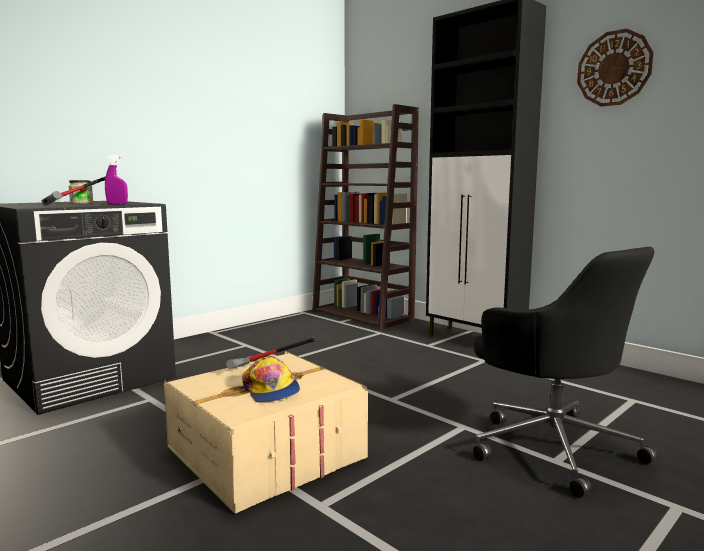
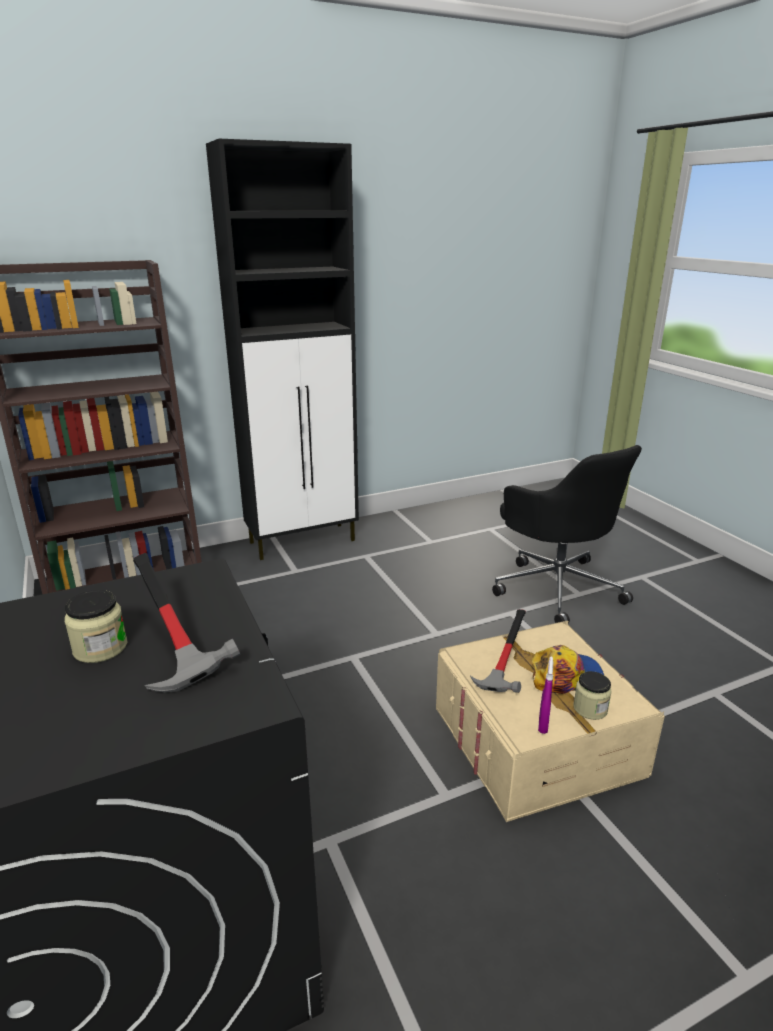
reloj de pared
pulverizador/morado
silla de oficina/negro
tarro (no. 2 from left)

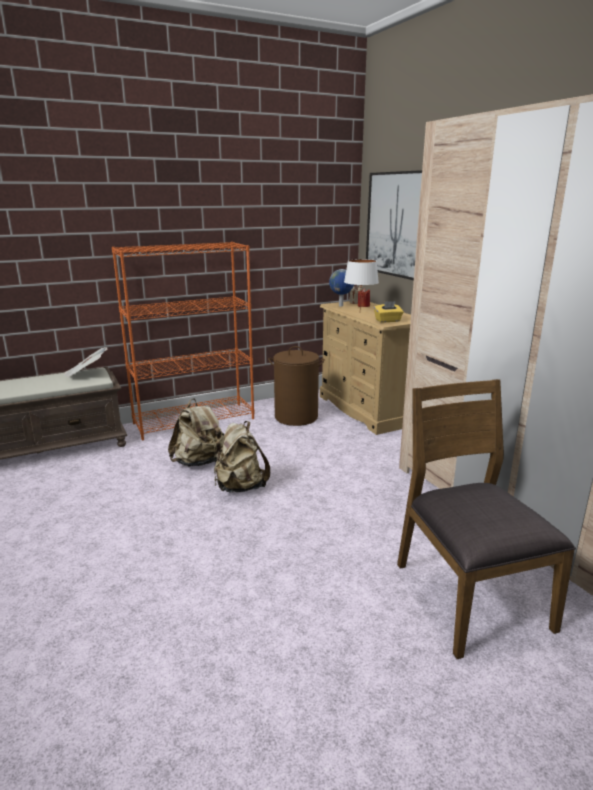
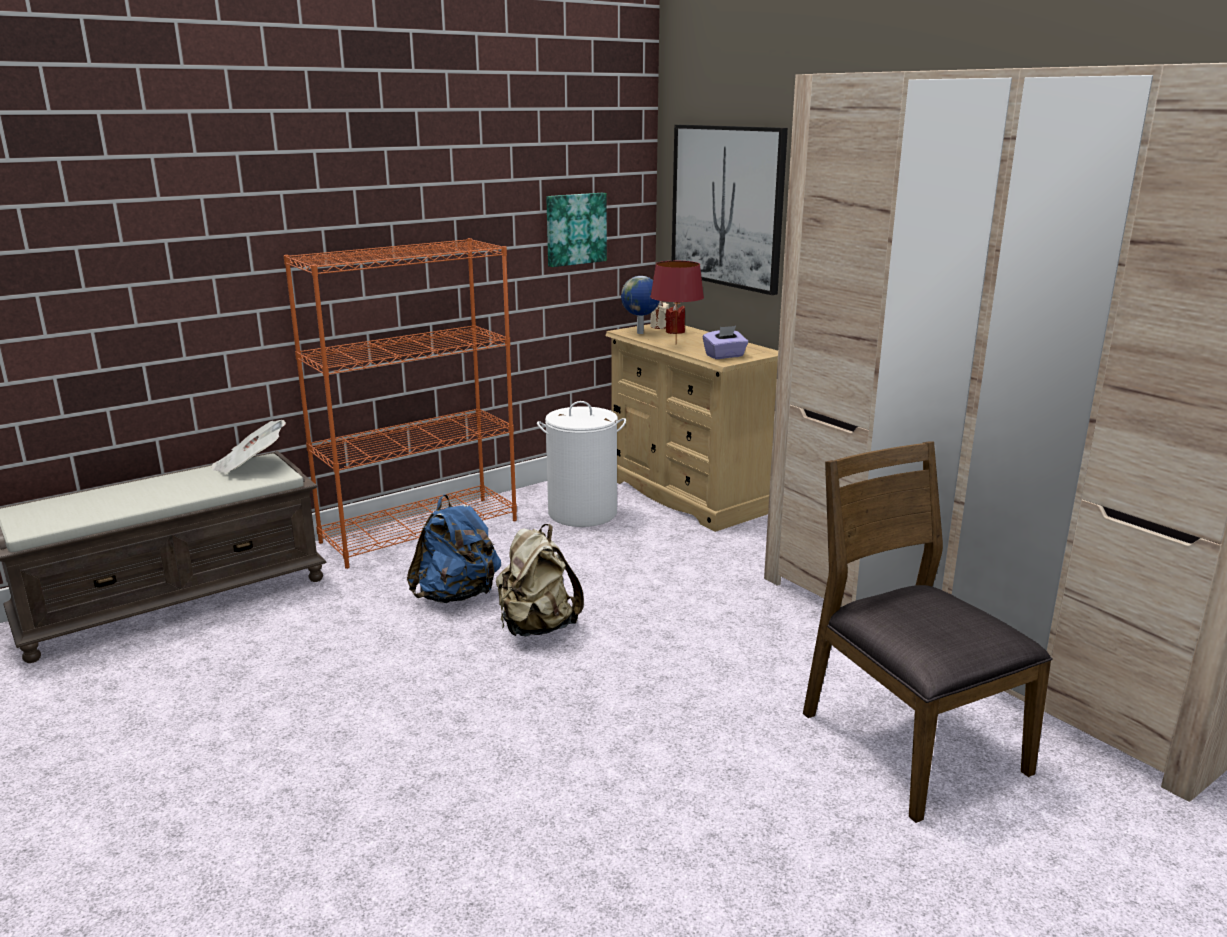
lámpara de mesa/rojo
caja de pañuelos/morado
cesto de la ropa/blanco
mochila/azul
cuadro (no. 1 from left)

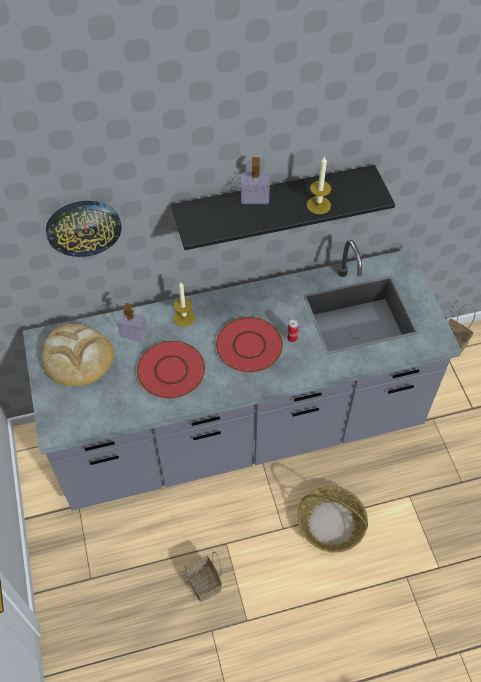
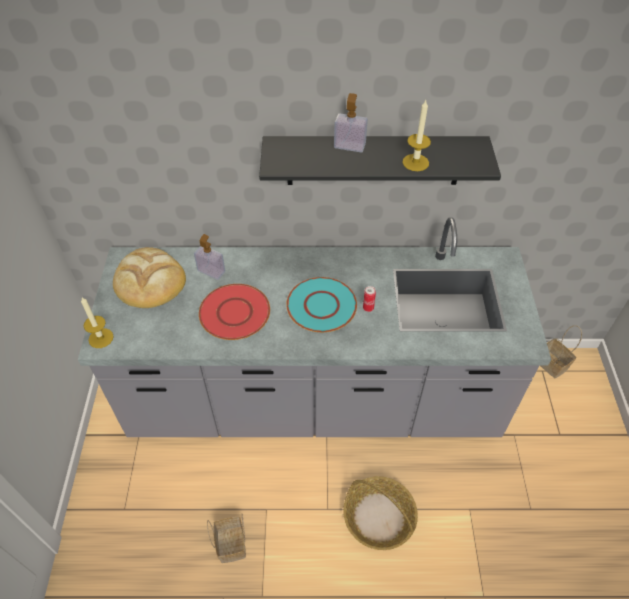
reloj de pared
vela (no. 1 from left)
plato/turquesa

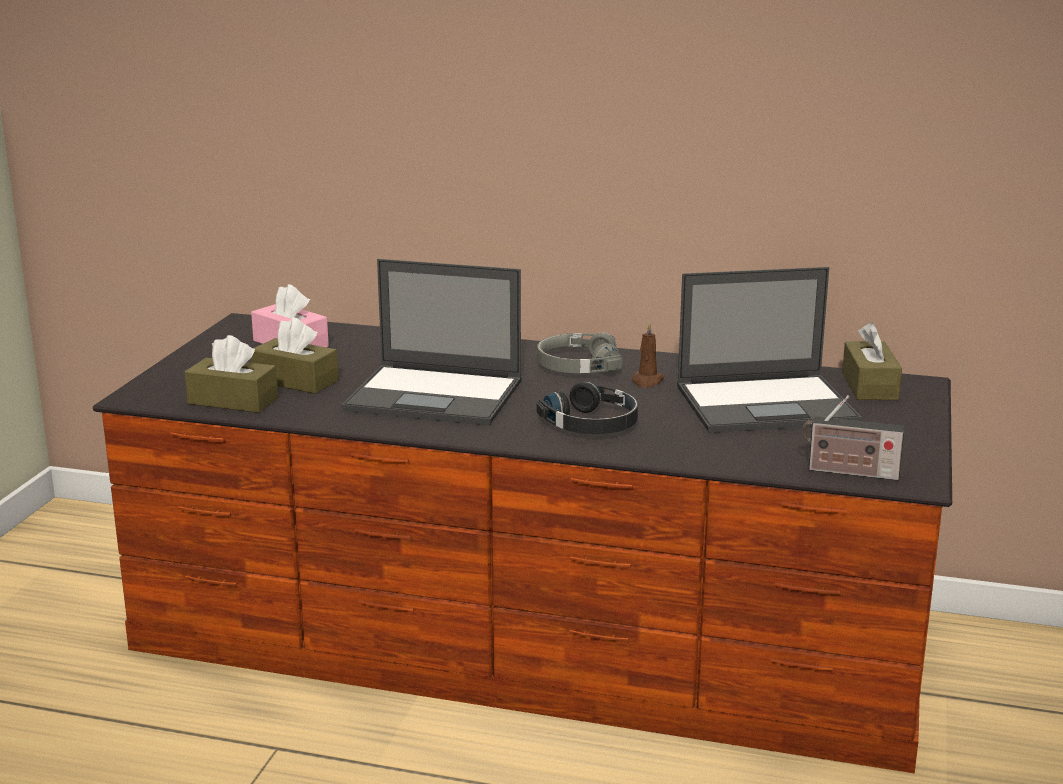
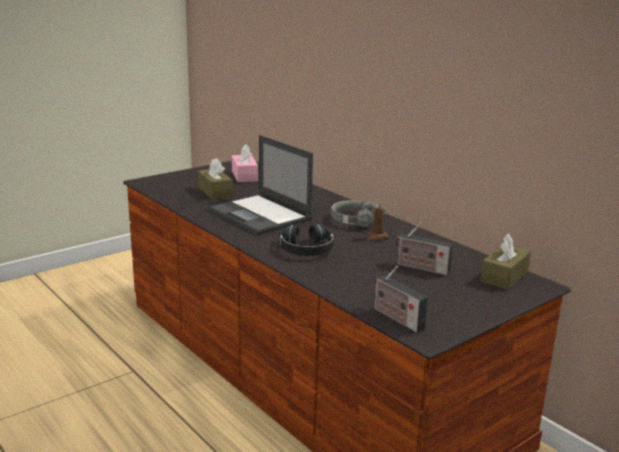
radio (no. 2 from left)
caja de pañuelos/marrón (no. 1 from left in the first image)

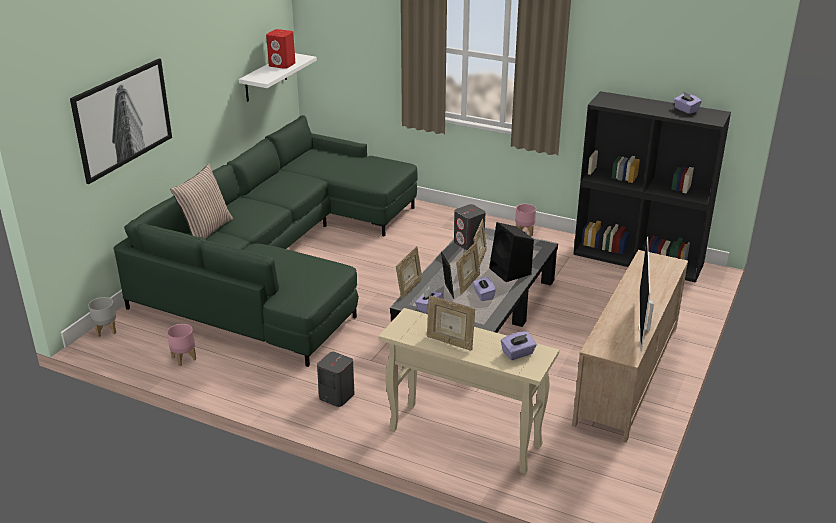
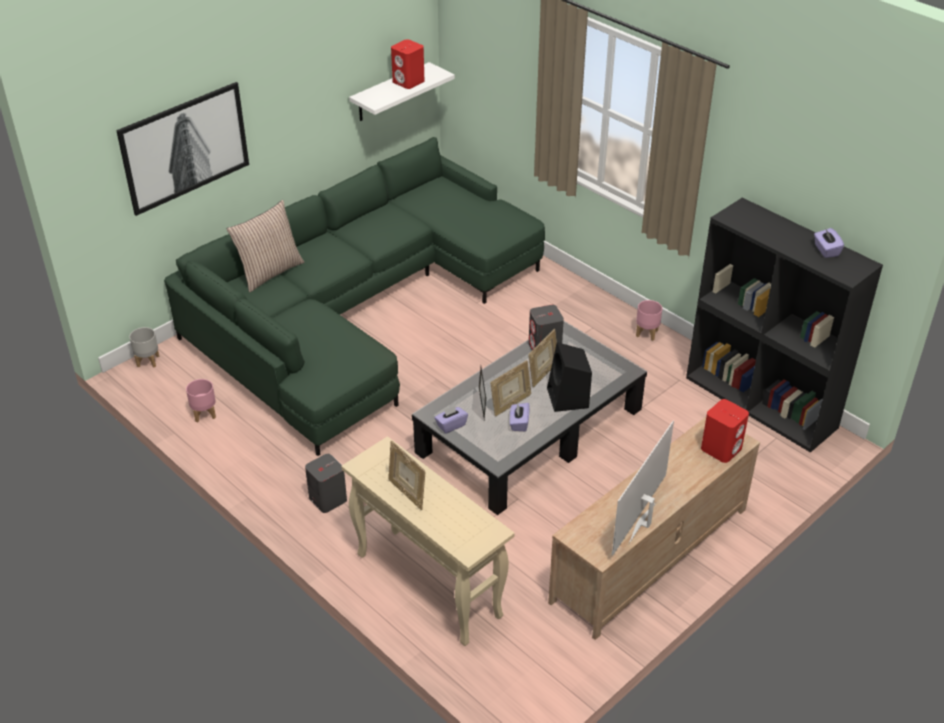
portarretratos (no. 1 from left in the first image)
caja de pañuelos/morado (no. 3 from left in the first image)
altavoz/rojo (no. 2 from left)

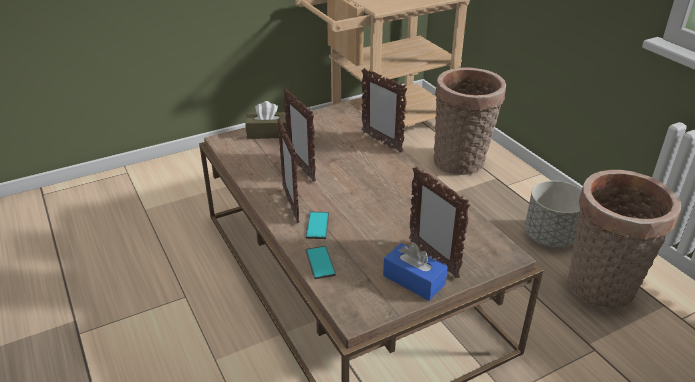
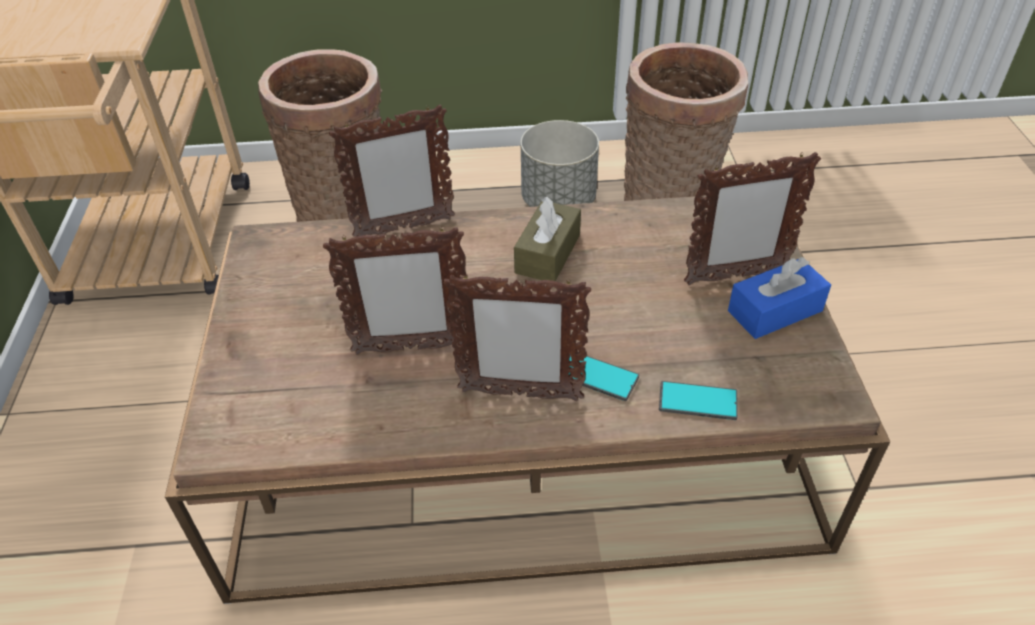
caja de pañuelos/marrón

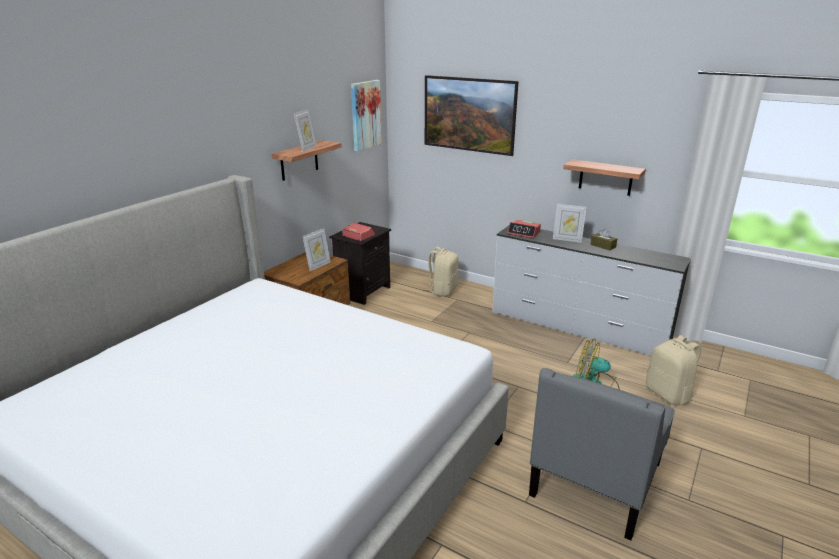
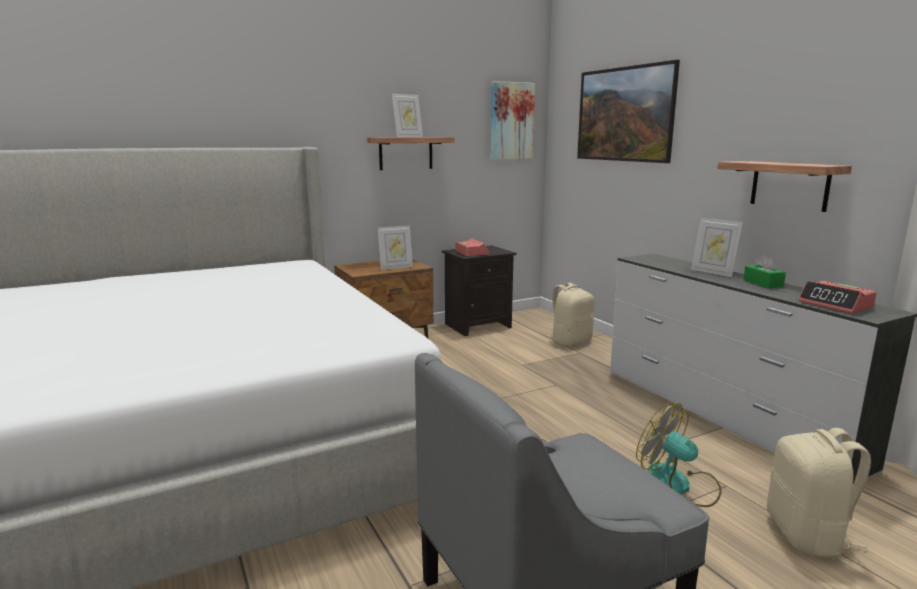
despertador (no. 2 from left)
caja de pañuelos/verde

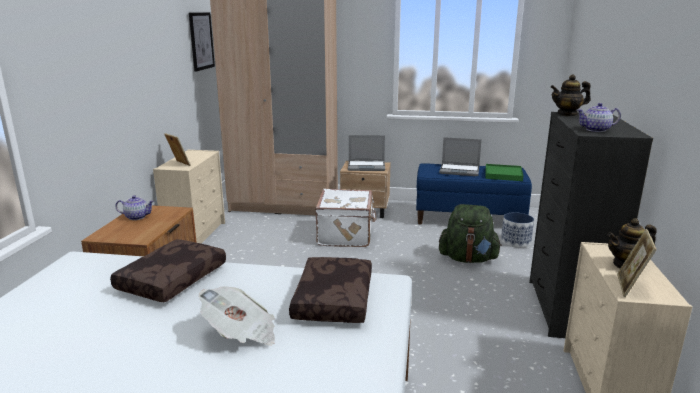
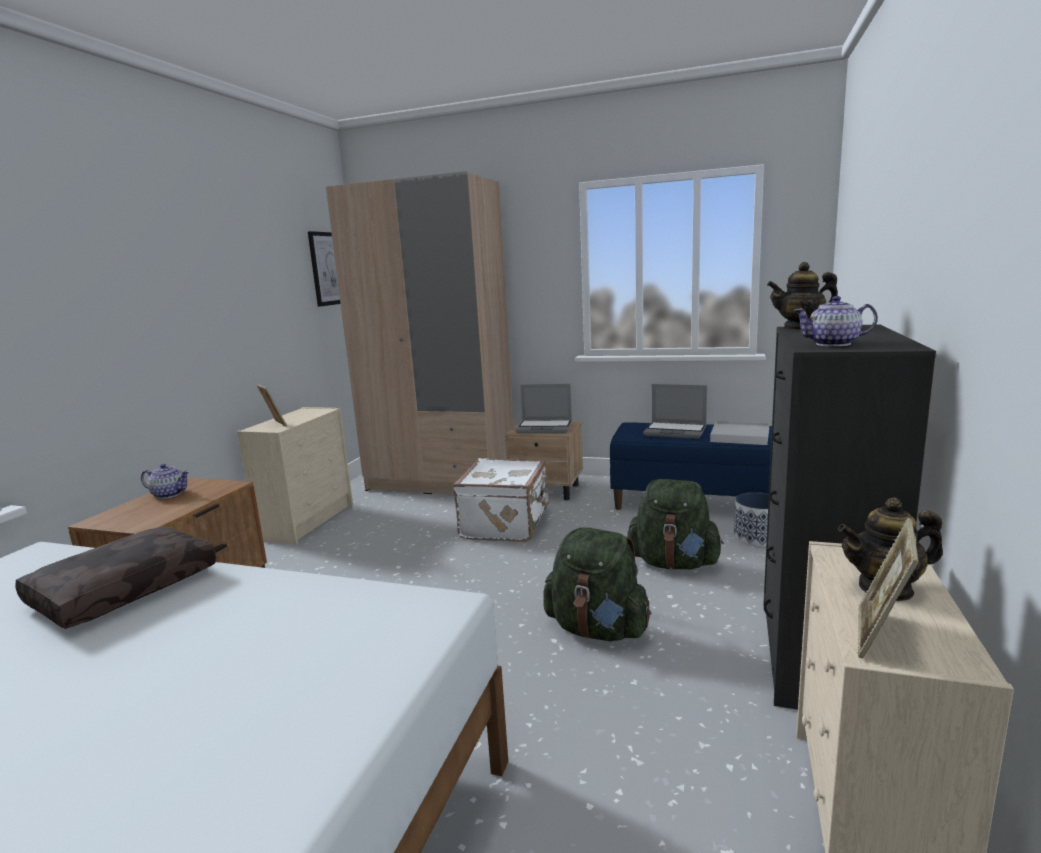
bandeja/blanco
cojín/marrón (no. 2 from left in the first image)
periódico
mochila/verde (no. 1 from left)

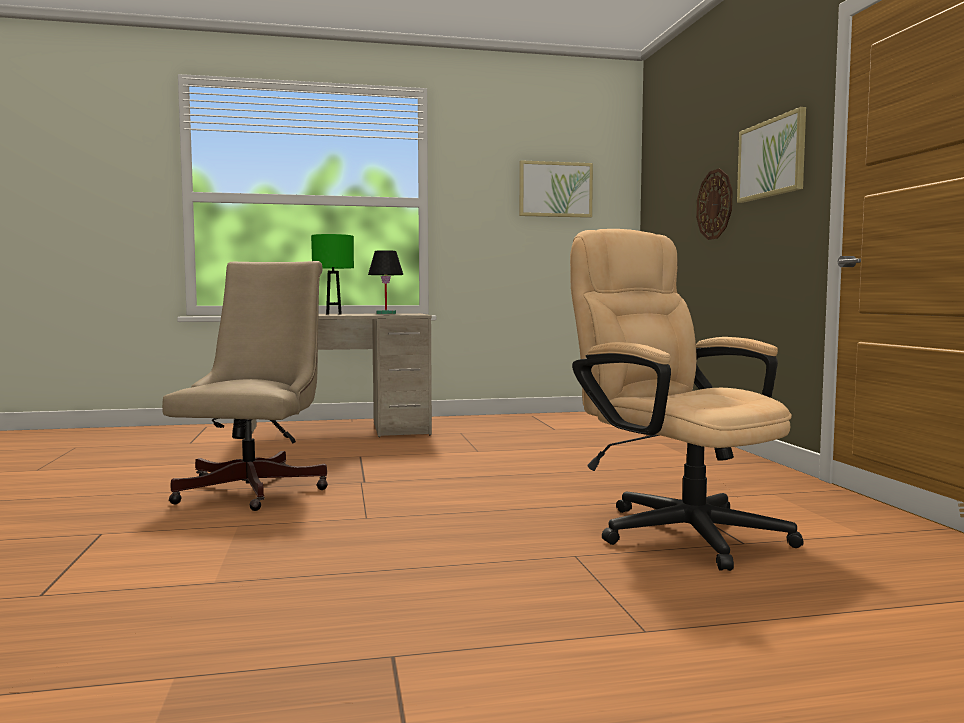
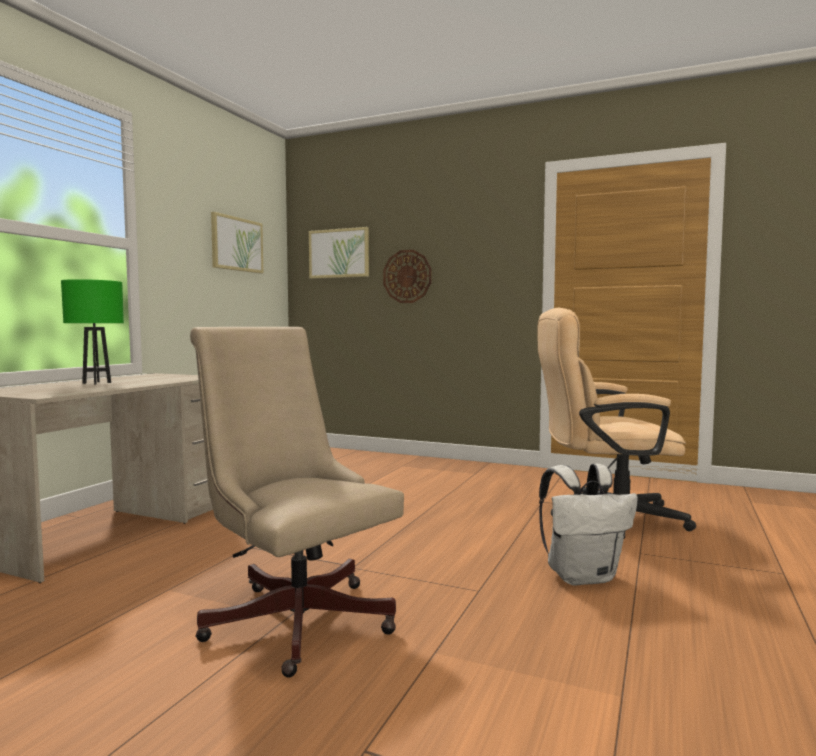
cuadro (no. 2 from left)
lámpara de mesa/negro
mochila/blanco

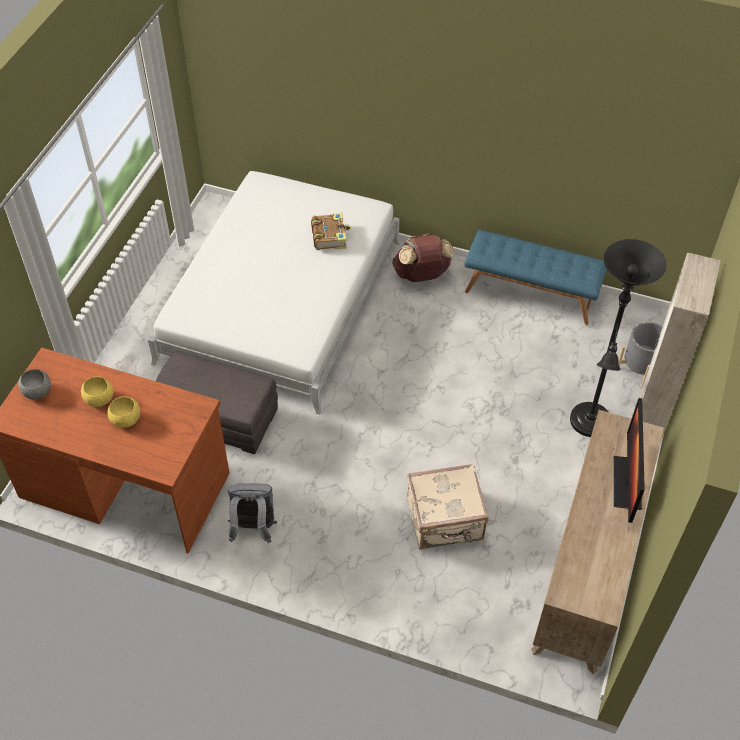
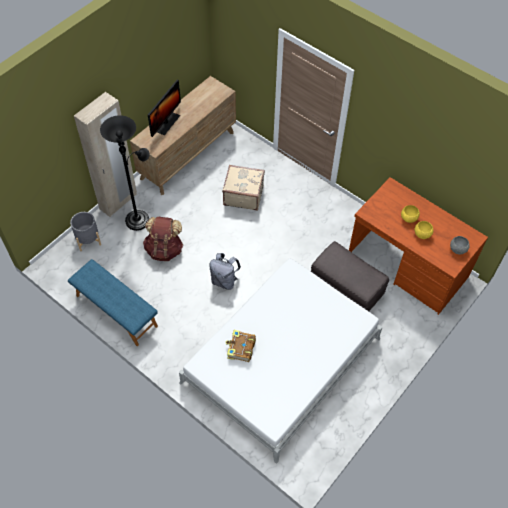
mochila/marrón
mochila/gris

